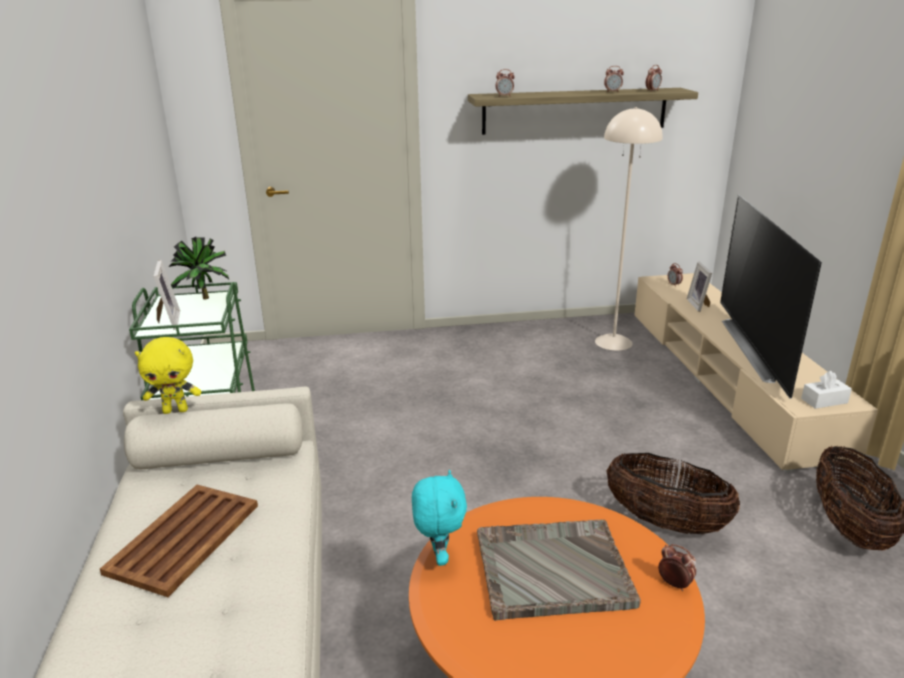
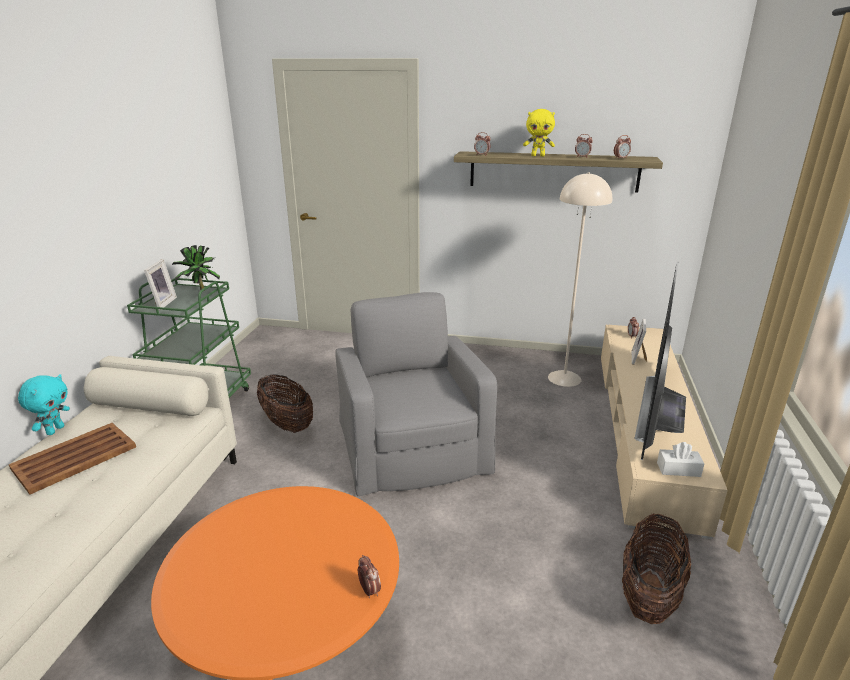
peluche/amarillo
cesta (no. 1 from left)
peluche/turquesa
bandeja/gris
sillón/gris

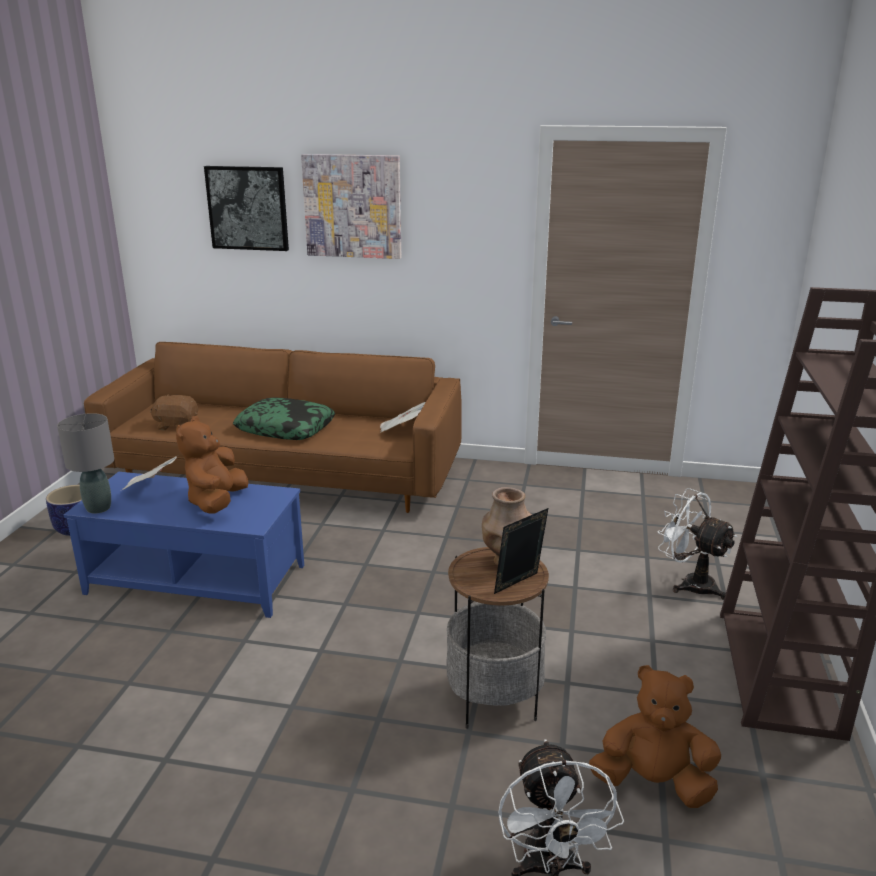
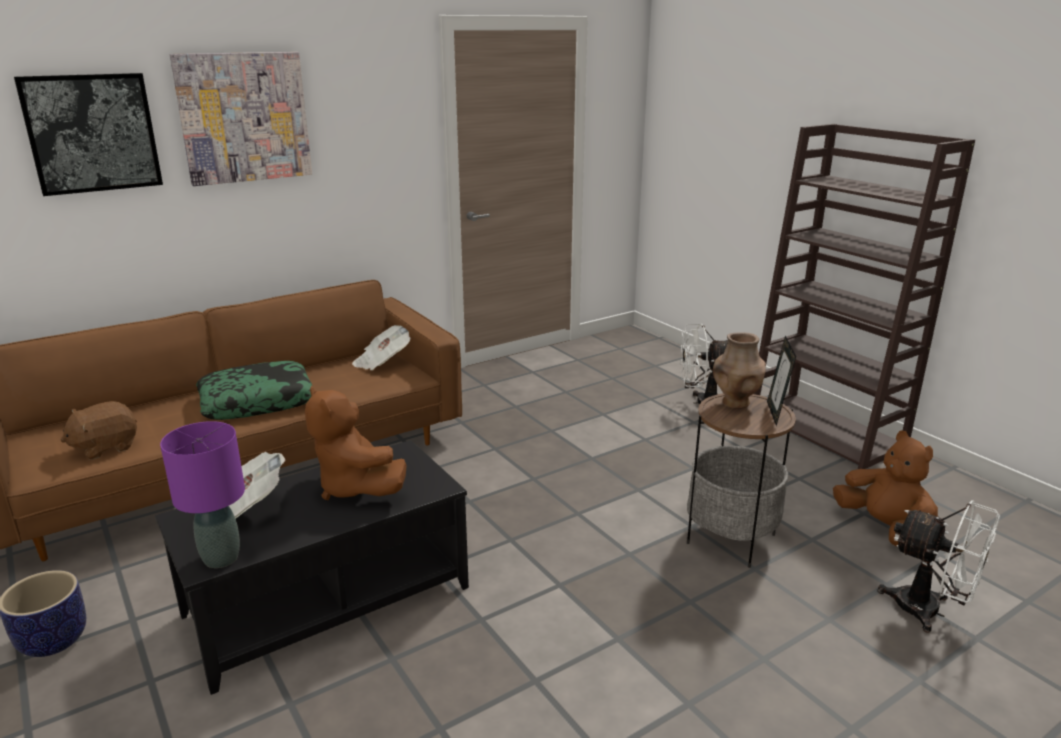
lámpara de mesa/morado
mesa de centro/negro
peluche/marrón (no. 3 from left)

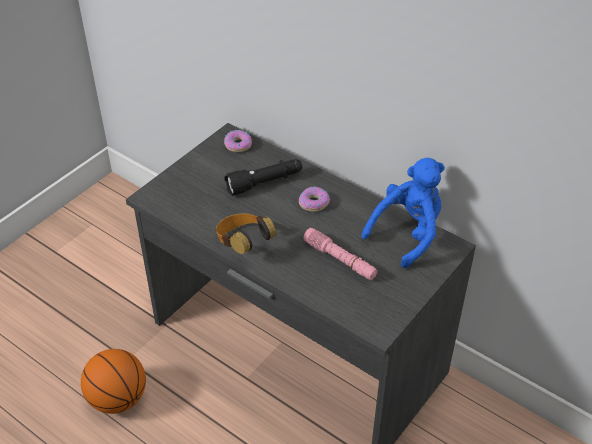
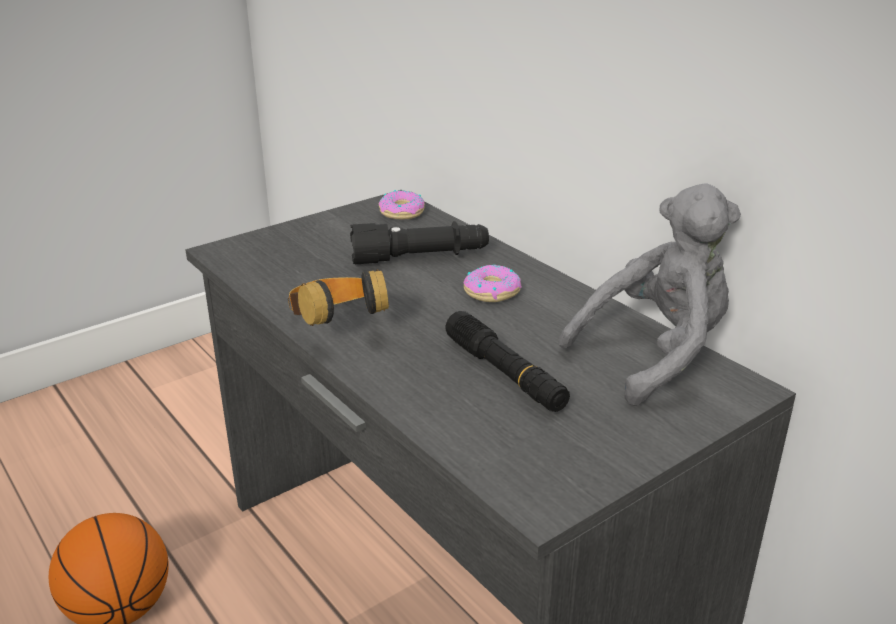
peluche/gris
linterna/negro (no. 2 from left)

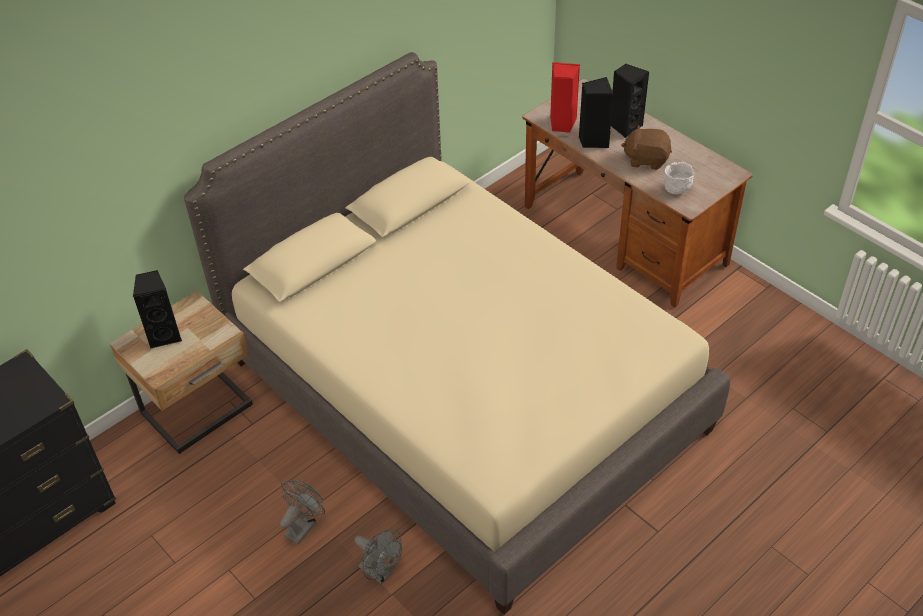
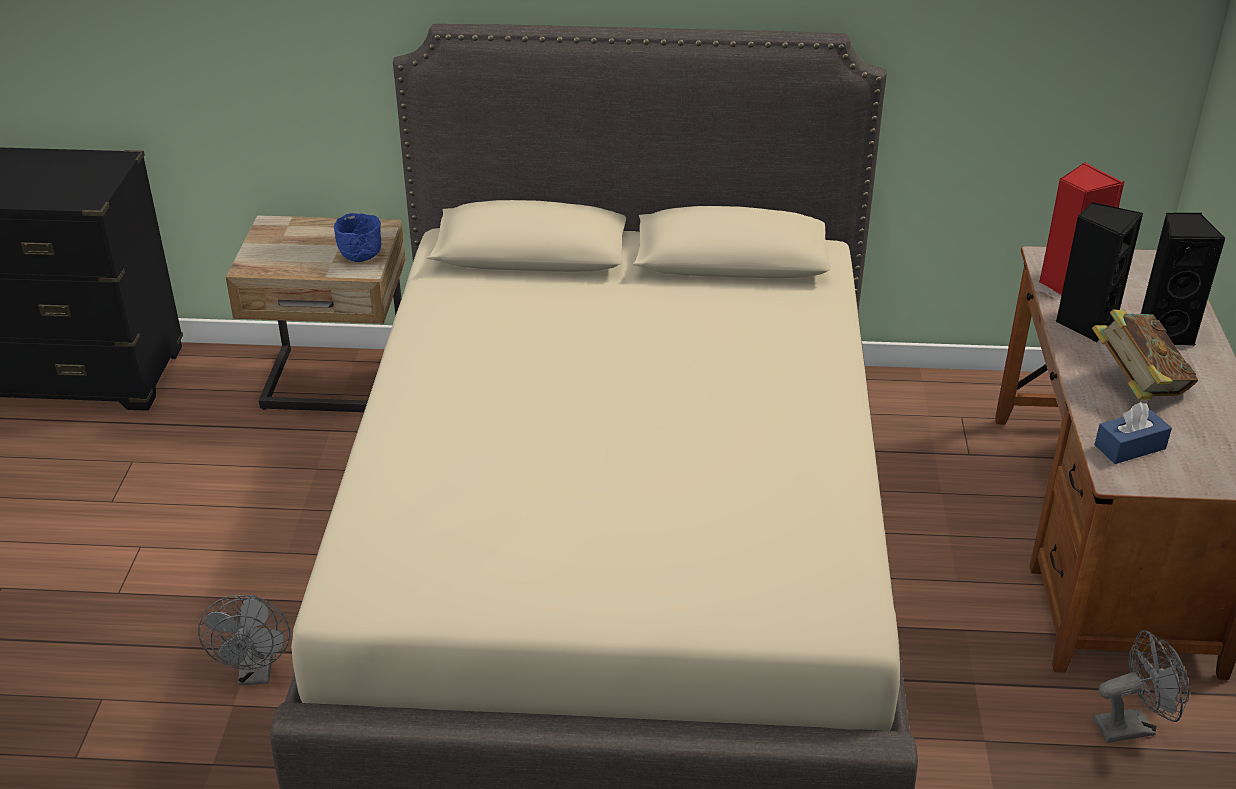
libro
caja de pañuelos/azul
altavoz/negro (no. 1 from left in the first image)
ventilador/gris (no. 2 from left)
cuenco/azul

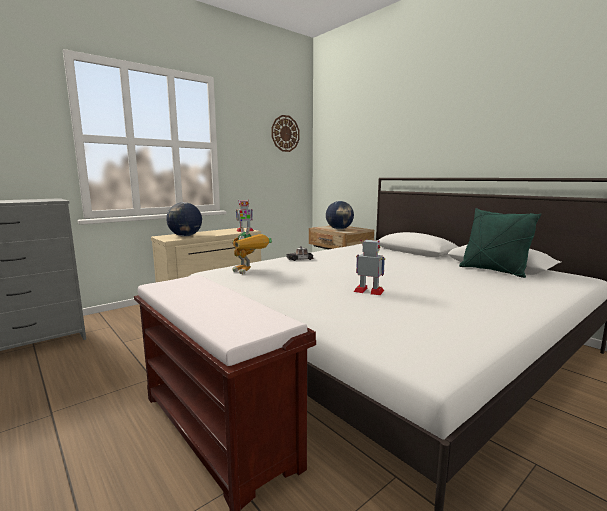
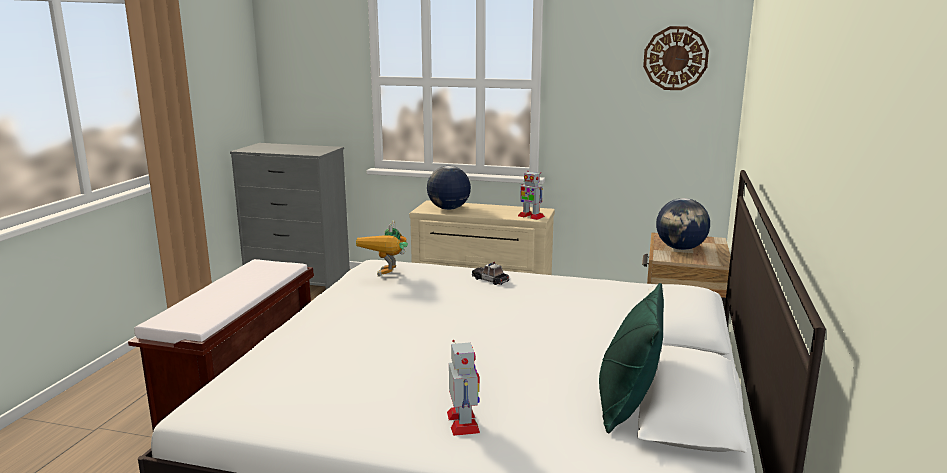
robot de juguete (no. 2 from left)

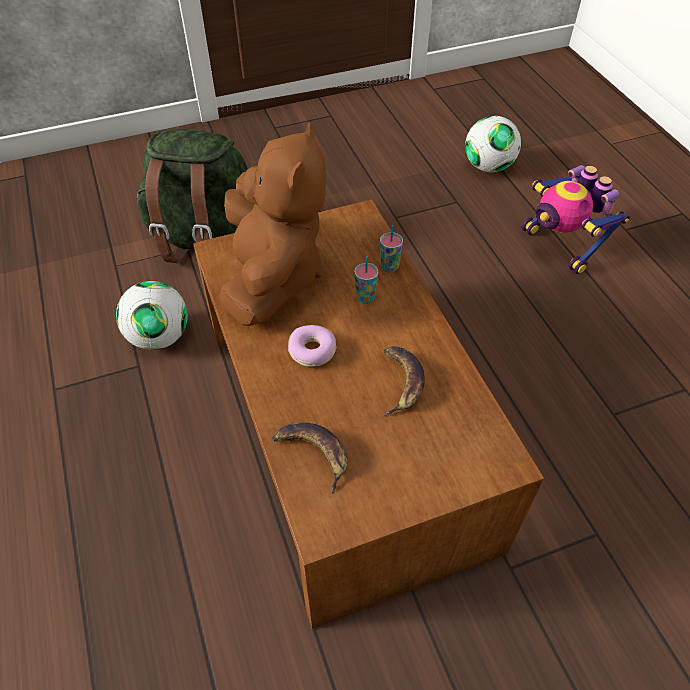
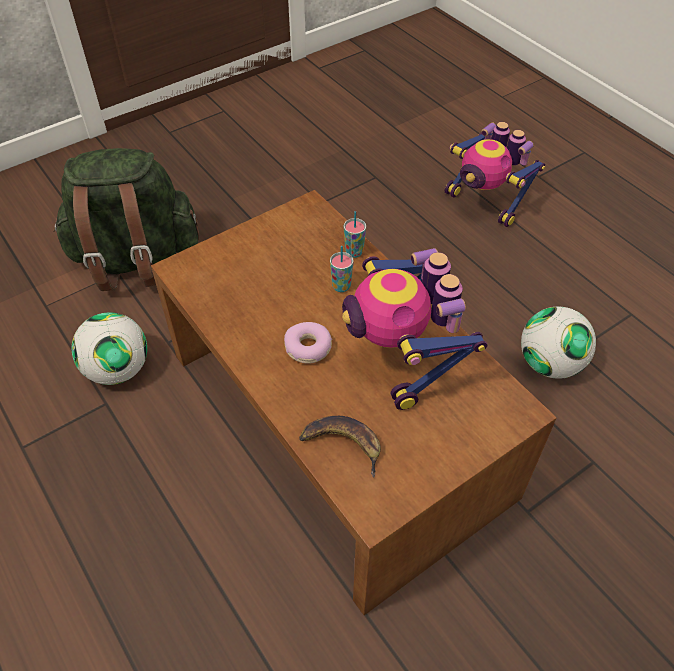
balón de fútbol (no. 2 from left)
peluche/marrón
robot de juguete (no. 1 from left)

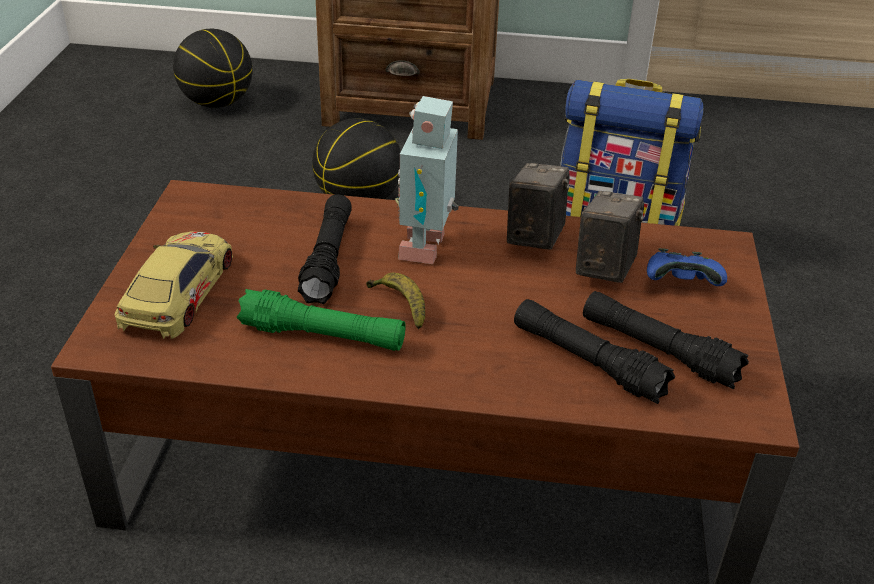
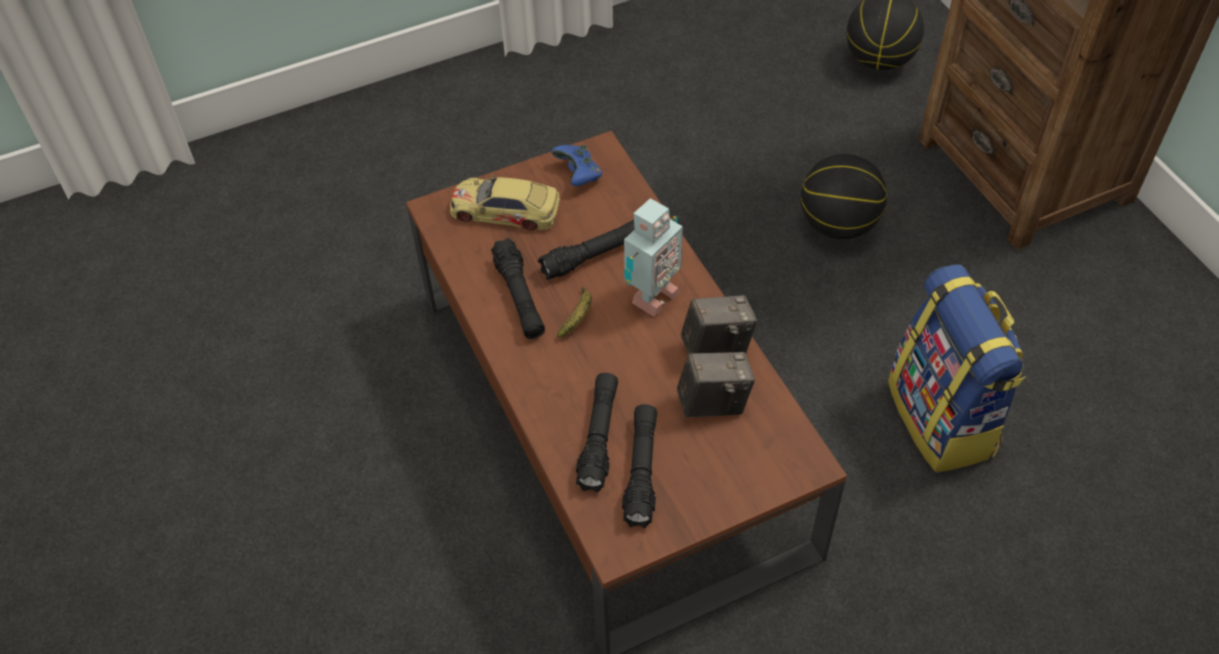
robot de juguete
coche de juguete
mando de consola/azul
linterna/negro (no. 1 from left)

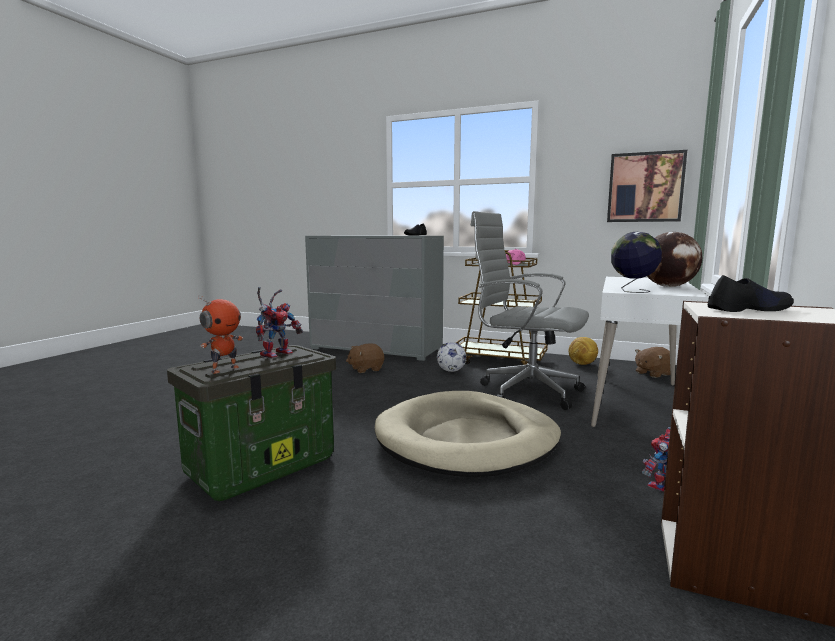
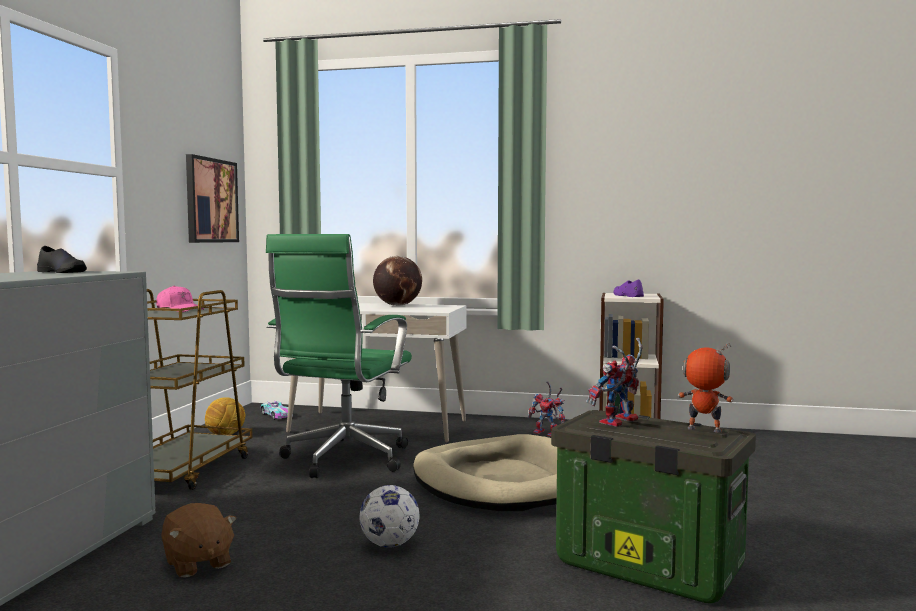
silla de oficina/verde
globo terráqueo (no. 1 from left in the first image)
zapato/morado
robot de juguete (no. 2 from left)
balón de fútbol (no. 2 from left)
coche de juguete

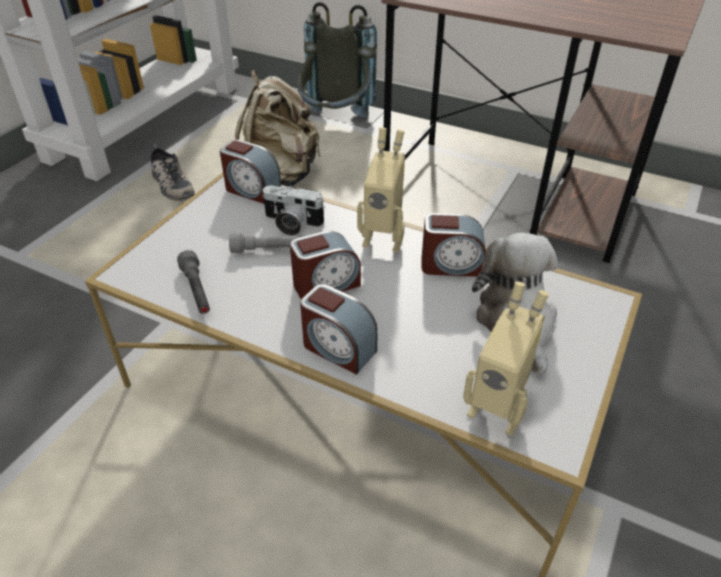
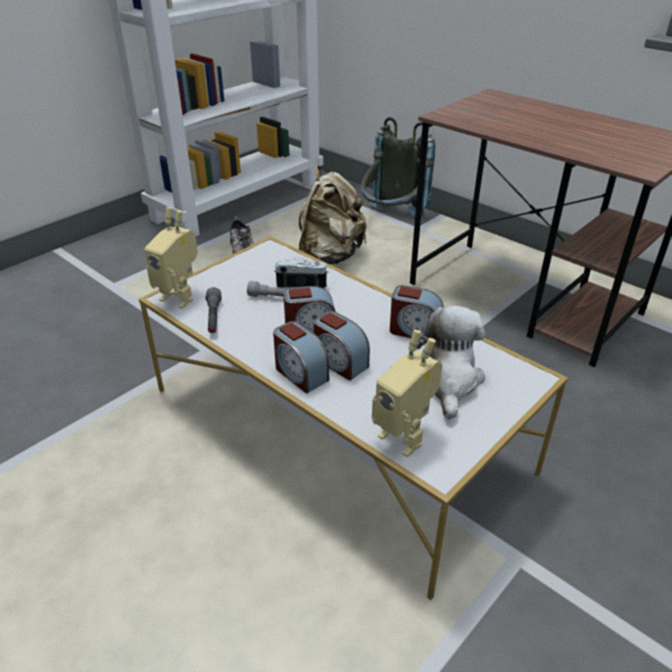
robot de juguete (no. 1 from left)
despertador (no. 3 from left)
cámara

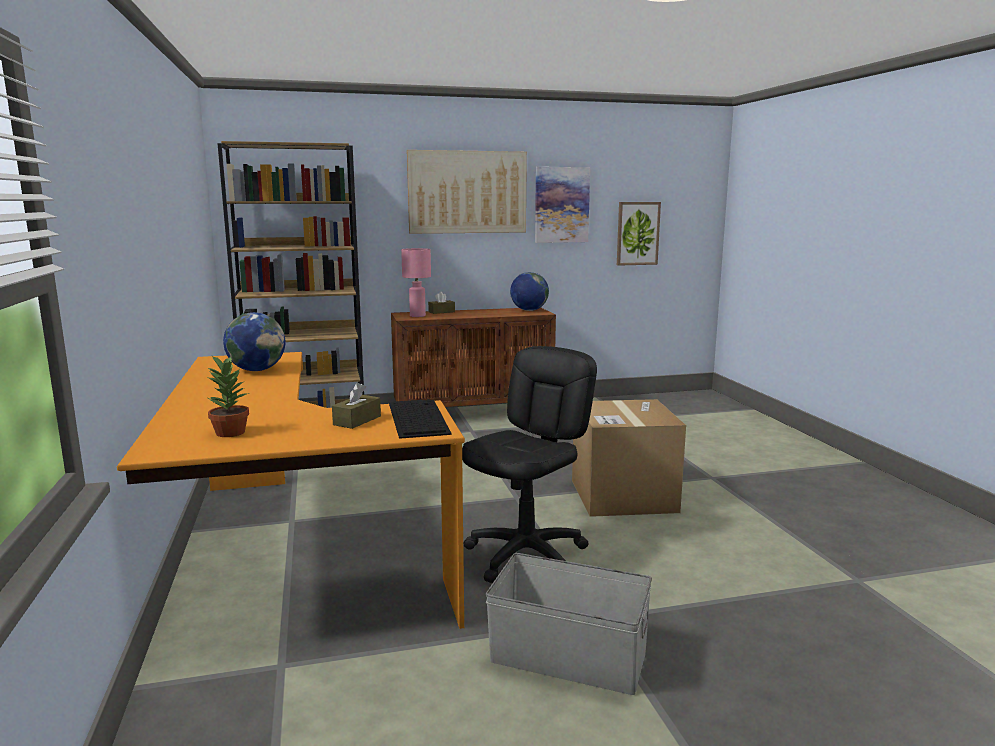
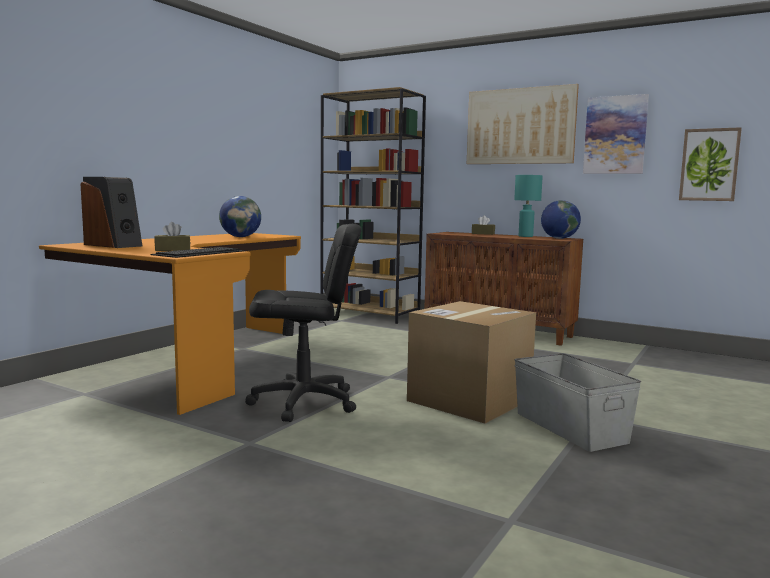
lámpara de mesa/rosa
altavoz
caja de almacenaje/gris
lámpara de mesa/turquesa

